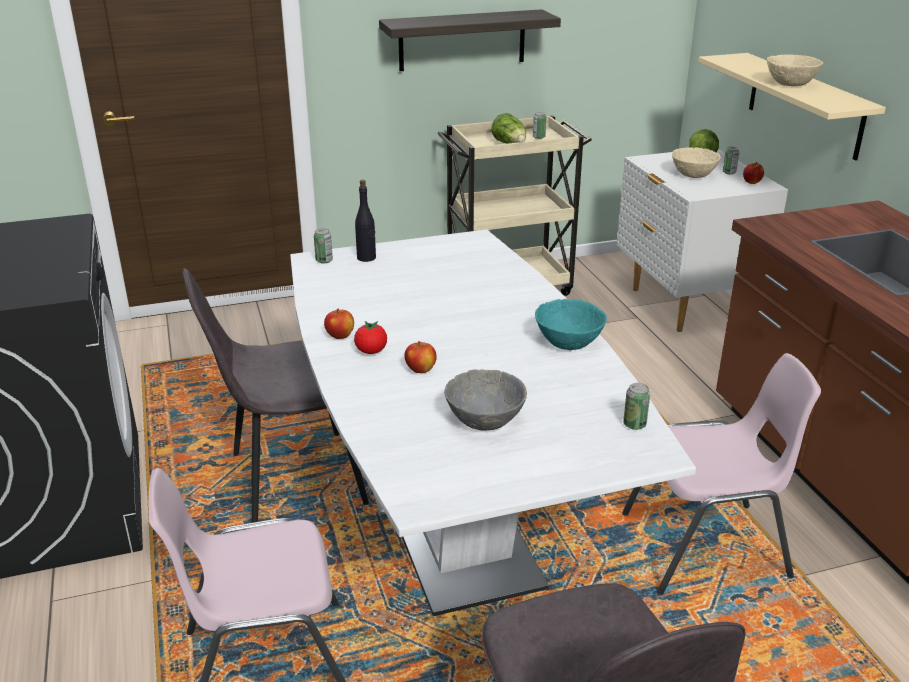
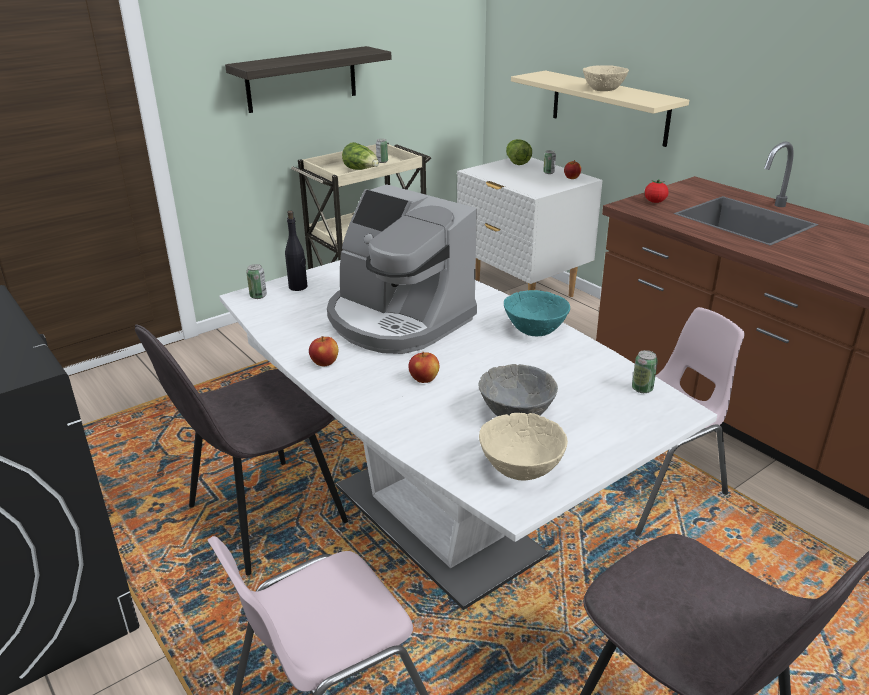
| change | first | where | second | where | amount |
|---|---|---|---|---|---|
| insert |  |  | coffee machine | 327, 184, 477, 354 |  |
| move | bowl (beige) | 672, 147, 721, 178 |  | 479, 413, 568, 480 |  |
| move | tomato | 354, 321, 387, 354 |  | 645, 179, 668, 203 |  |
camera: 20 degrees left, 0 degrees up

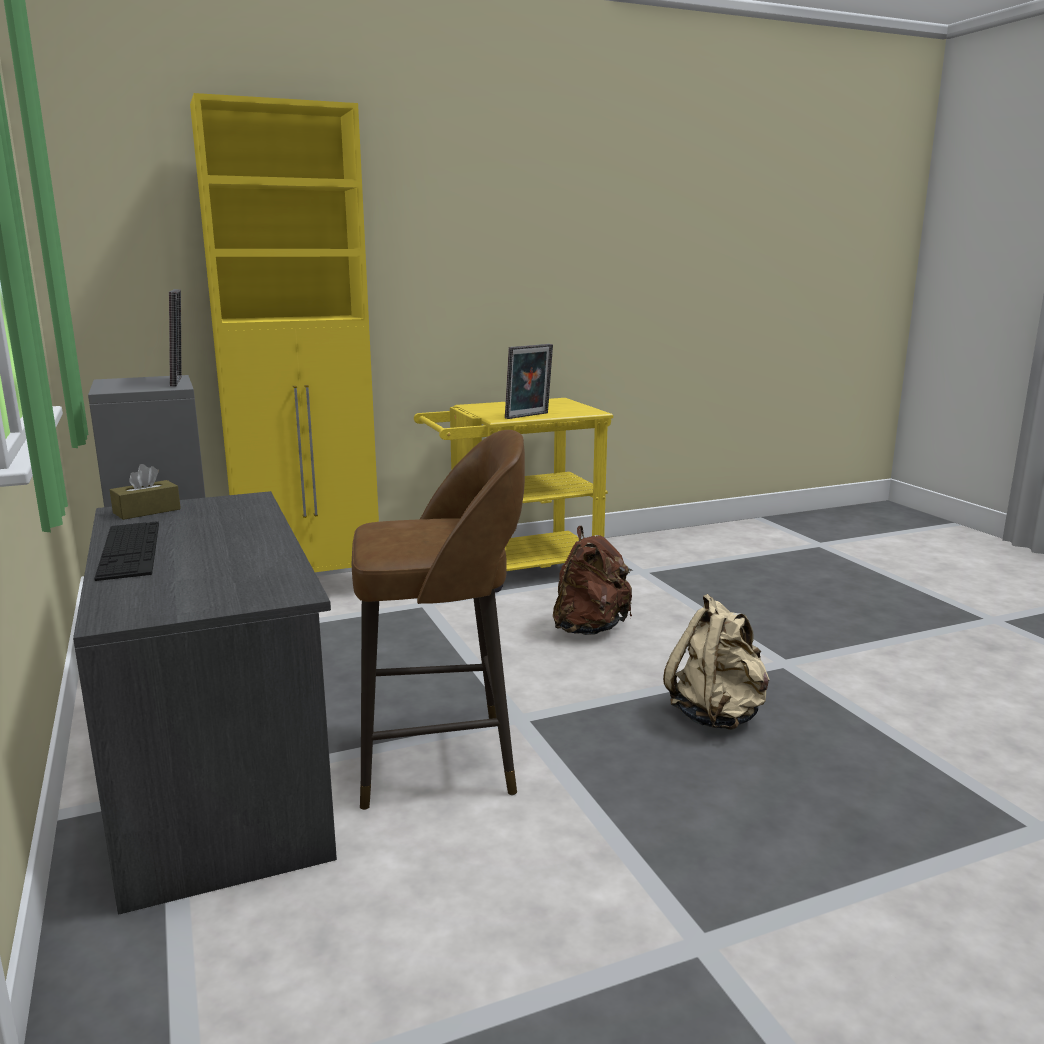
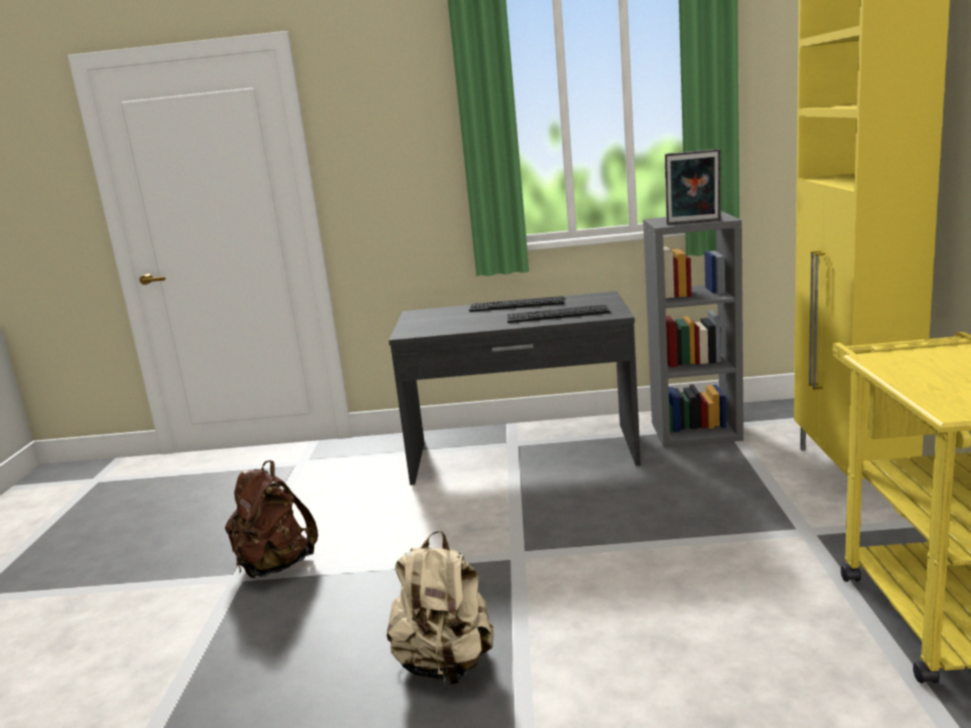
| change | first | where | second | where | amount |
|---|---|---|---|---|---|
| move | backpack (brown) | 553, 526, 632, 635 |  | 225, 460, 318, 578 |  |
| insert |  |  | keyboard | 507, 304, 610, 323 |  |
| delete | tissue box (brown) | 110, 464, 181, 520 |  |  |  |
| delete | stool (brown) | 352, 430, 525, 810 |  |  |  |
| delete | picture frame | 505, 344, 553, 419 |  |  |  |
camera: 115 degrees right, 0 degrees up

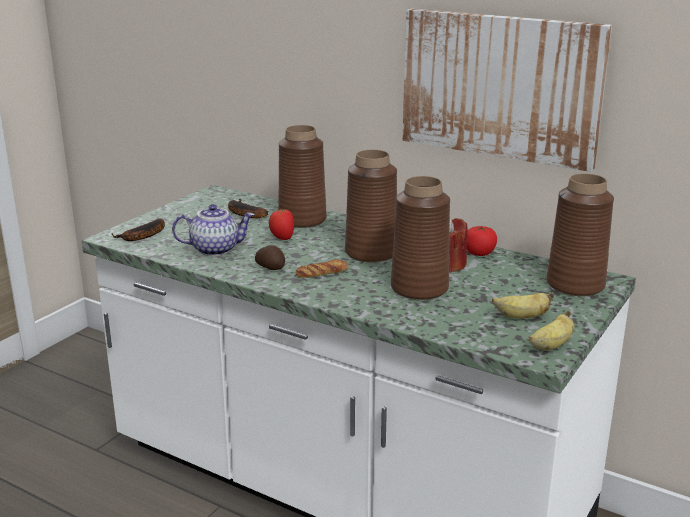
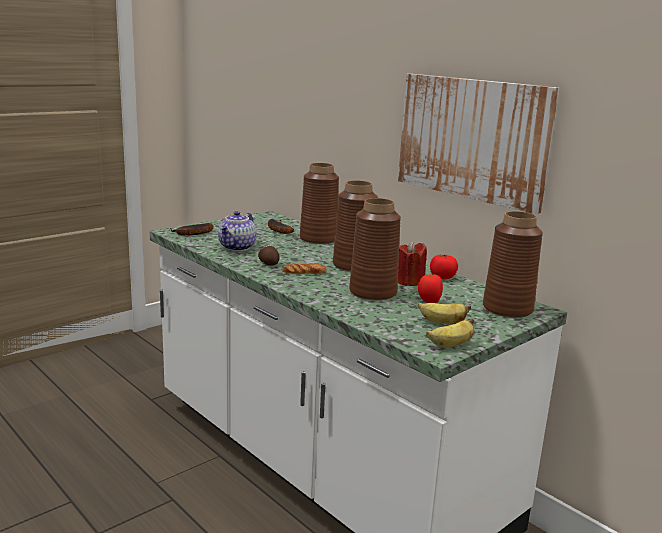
| change | first | where | second | where | amount |
|---|---|---|---|---|---|
| rotate | teapot | 172, 204, 255, 256 |  | 218, 211, 257, 251 | 105 degrees clockwise |
| move | tomato | 269, 209, 294, 240 |  | 418, 273, 443, 303 |  |
camera: 15 degrees right, 5 degrees down

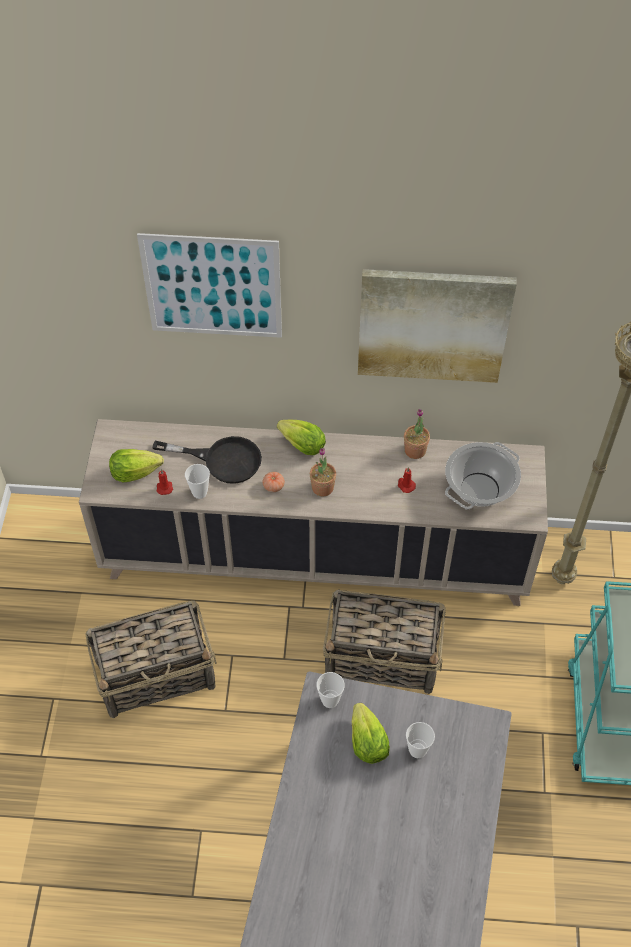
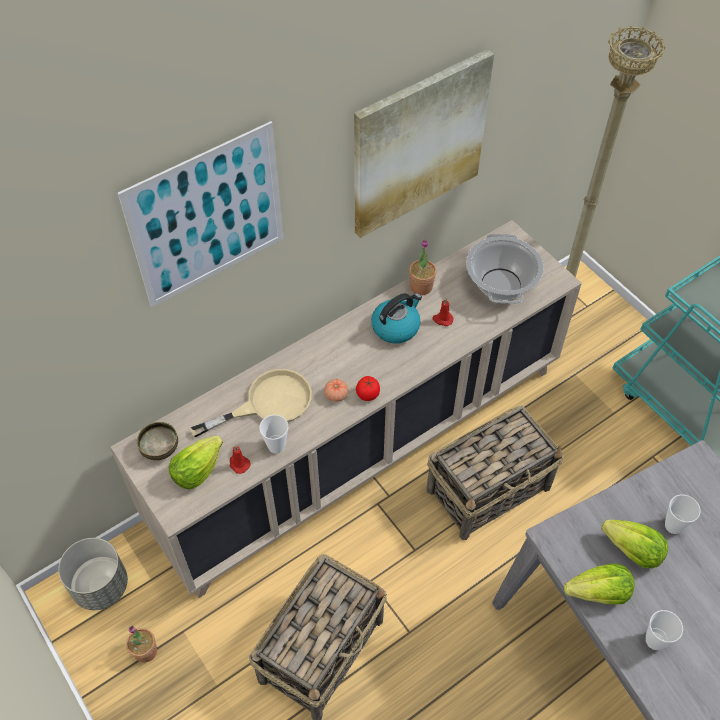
| change | first | where | second | where | amount |
|---|---|---|---|---|---|
| insert |  |  | planter (grey) | 58, 538, 128, 610 |  |
| move | potted plant | 310, 448, 336, 496 |  | 126, 626, 157, 663 |  |
| insert |  |  | bowl | 137, 422, 178, 460 |  |
| recolor | frying pan (black) | 152, 436, 262, 484 | frying pan (beige) | 190, 369, 312, 437 |  |
| insert |  |  | tomato | 356, 376, 380, 401 |  |
| insert |  |  | kettle | 371, 293, 422, 344 |  |
| move | lettuce | 277, 420, 326, 455 |  | 564, 564, 634, 604 |  |
| move | cup | 316, 672, 345, 708 |  | 646, 610, 683, 650 |  |
camera: 40 degrees left, 0 degrees up

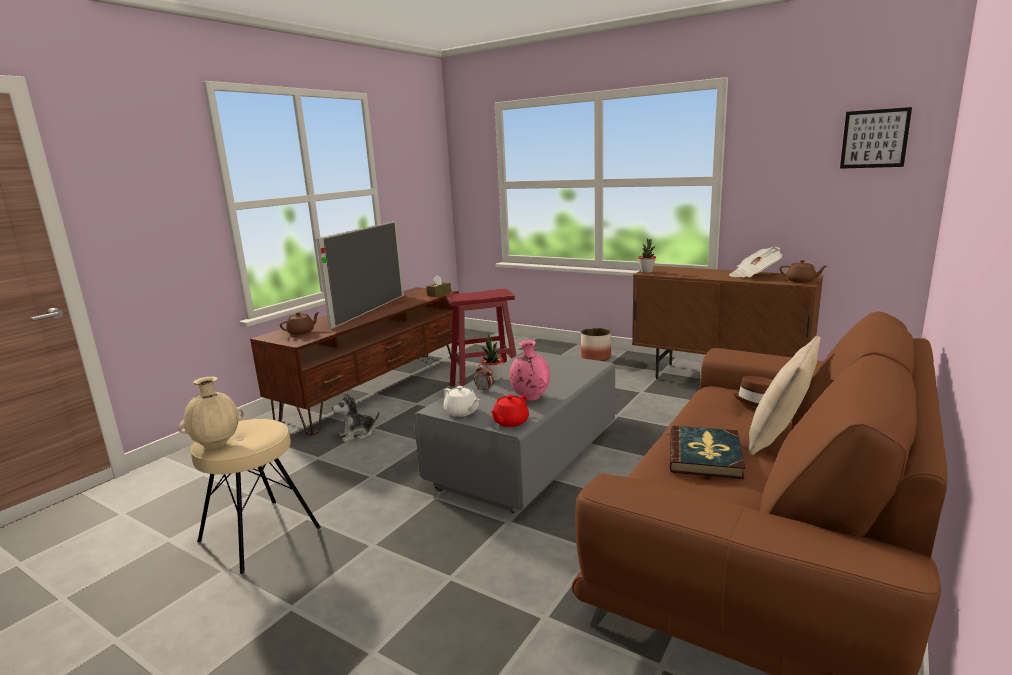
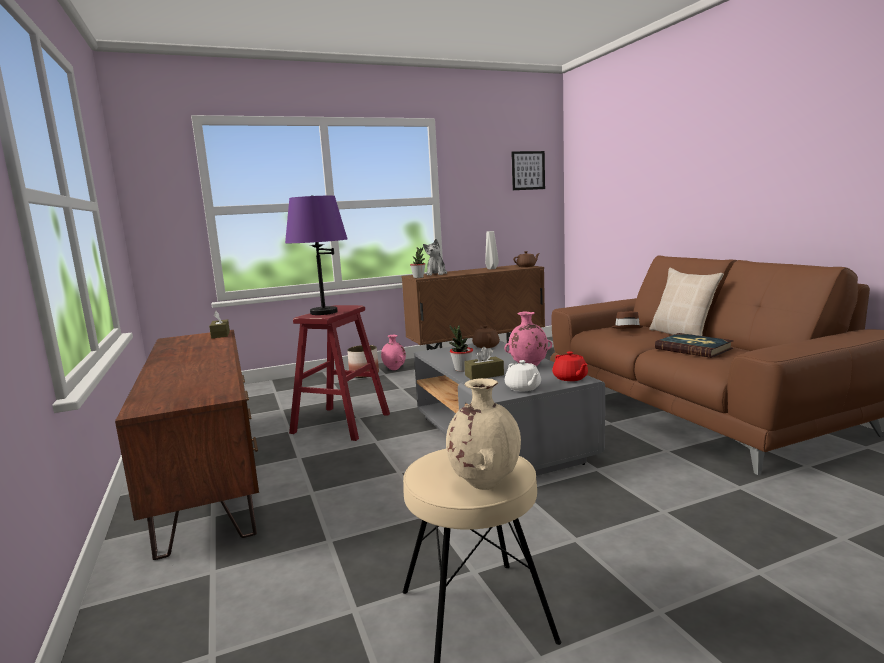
| change | first | where | second | where | amount |
|---|---|---|---|---|---|
| insert |  |  | table lamp (purple) | 285, 195, 347, 315 |  |
| insert |  |  | vase (pink) | 381, 335, 406, 370 |  |
| move | plush toy | 332, 393, 379, 442 |  | 423, 239, 447, 275 |  |
| replace | alarm clock | 474, 364, 494, 392 | tissue box (brown) | 464, 347, 504, 380 |  |
| move | teapot (brown) | 280, 312, 320, 335 |  | 472, 325, 500, 348 |  |
| replace | newspaper | 729, 247, 782, 277 | vase (grey) | 485, 231, 499, 269 |  |
| rotate | teapot (white) | 444, 386, 479, 417 |  | 505, 360, 541, 391 | 75 degrees clockwise |
| delete | television | 317, 221, 404, 329 |  |  |  |
camera: 55 degrees left, 5 degrees down

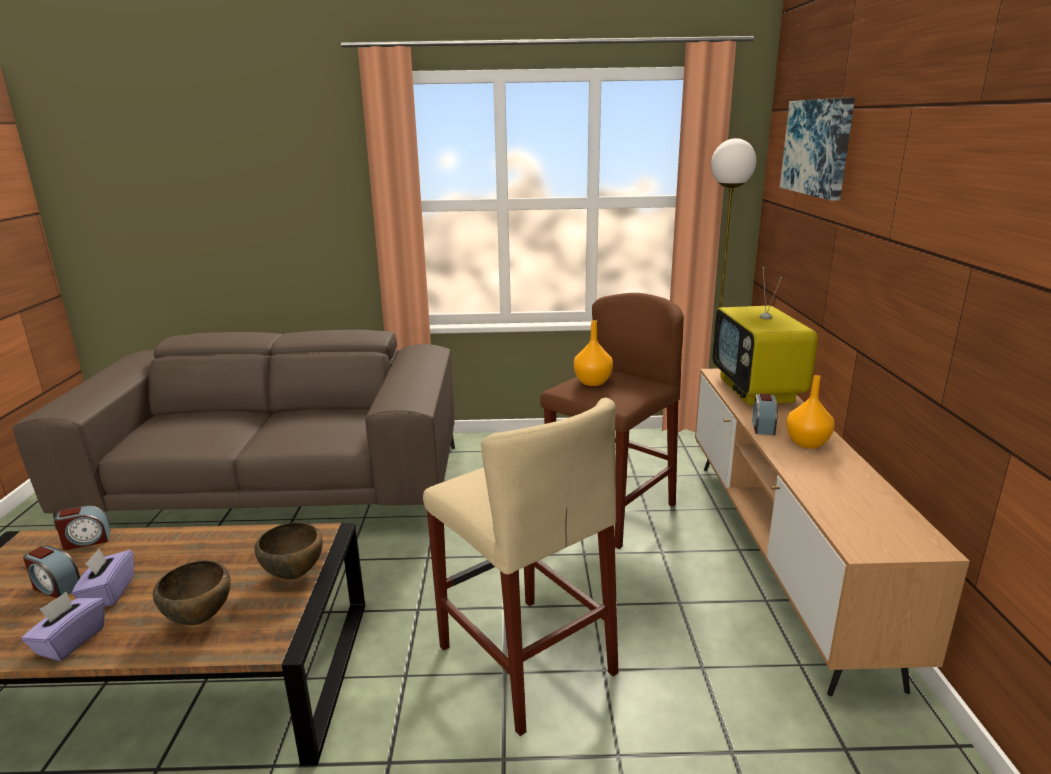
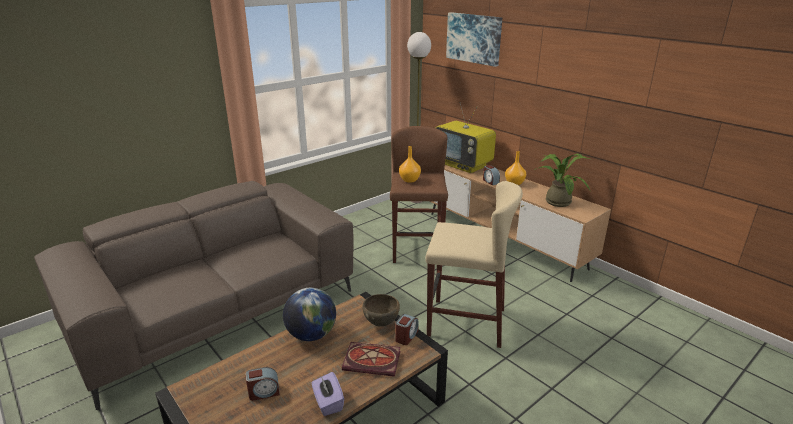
| change | first | where | second | where | amount |
|---|---|---|---|---|---|
| insert |  |  | globe | 283, 288, 336, 341 |  |
| replace | bowl (brown) | 153, 560, 231, 625 | book | 342, 342, 400, 377 |  |
| move | alarm clock | 54, 505, 111, 550 |  | 395, 314, 419, 345 |  |
| insert |  |  | potted plant | 534, 154, 592, 207 |  |
| delete | tissue box (purple) | 72, 549, 134, 606 |  |  |  |
camera: 40 degrees left, 5 degrees up

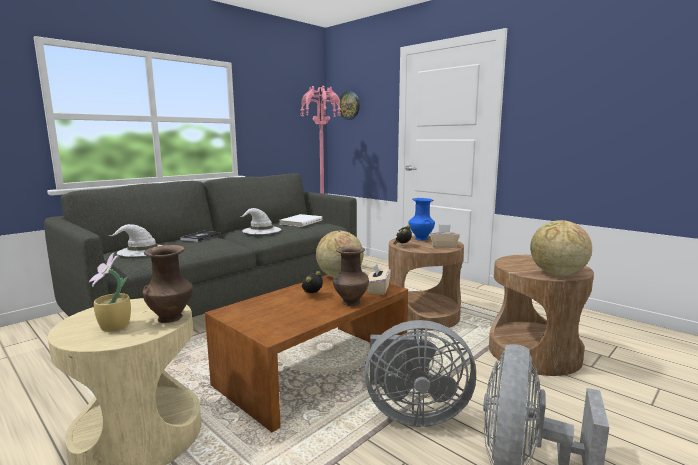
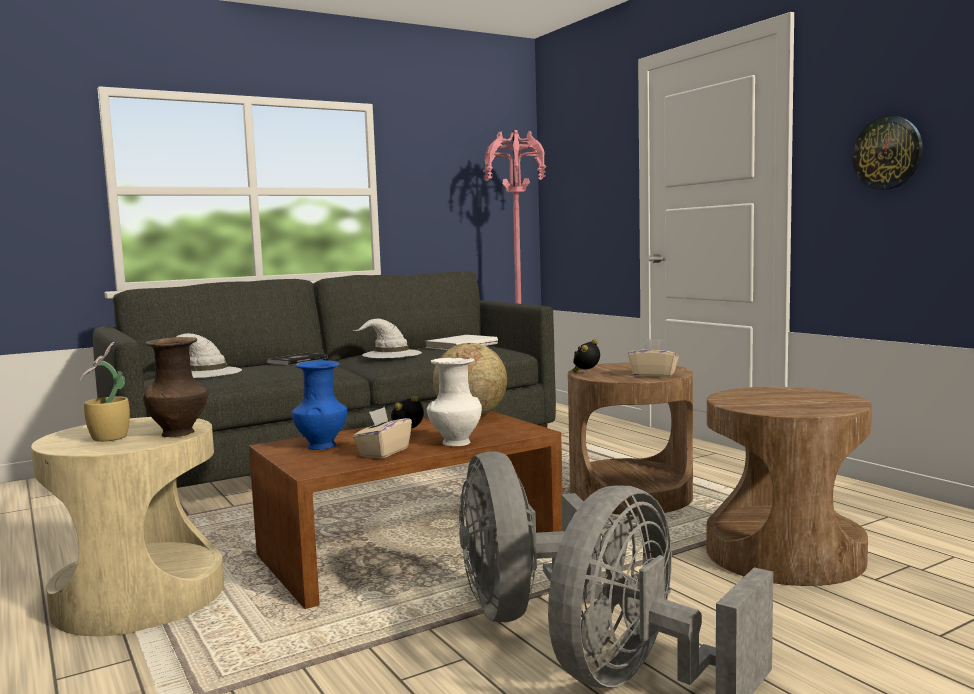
| change | first | where | second | where | amount |
|---|---|---|---|---|---|
| move | vase (blue) | 408, 198, 435, 241 |  | 292, 360, 347, 450 |  |
| move | tissue box (beige) | 368, 264, 391, 295 |  | 353, 407, 412, 459 |  |
| recolor | vase (brown) | 333, 246, 369, 306 | vase (white) | 427, 357, 482, 446 |  |
| rotate | fan (grey) | 364, 320, 476, 427 |  | 459, 451, 602, 622 | 60 degrees clockwise |
| move | wall clock | 340, 91, 360, 120 |  | 852, 116, 923, 190 |  |
| delete | globe | 530, 220, 592, 276 |  |  |  |
camera: 15 degrees right, 5 degrees down

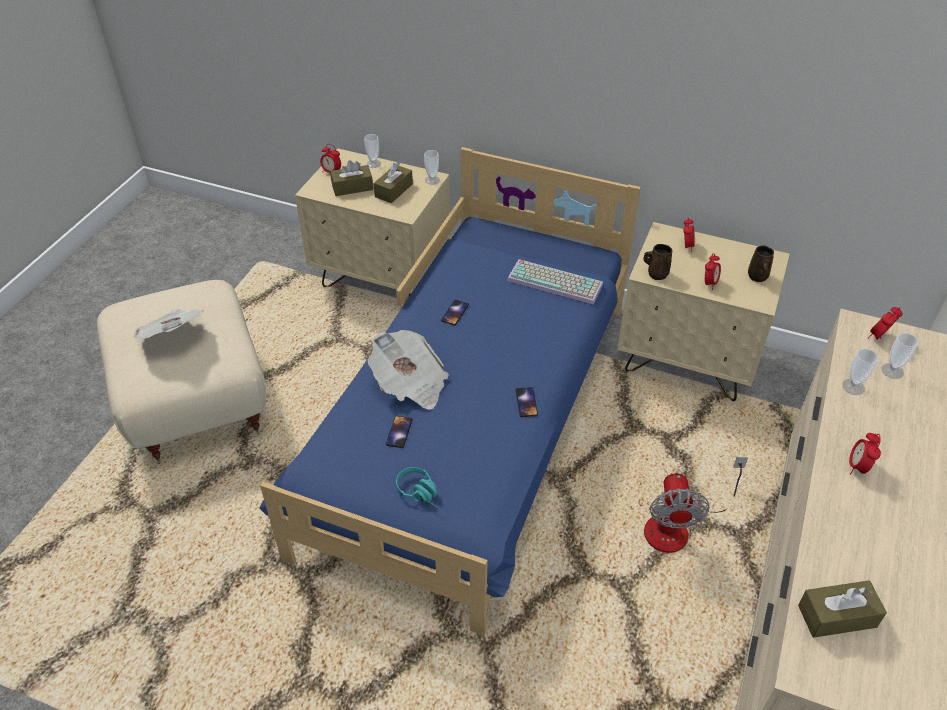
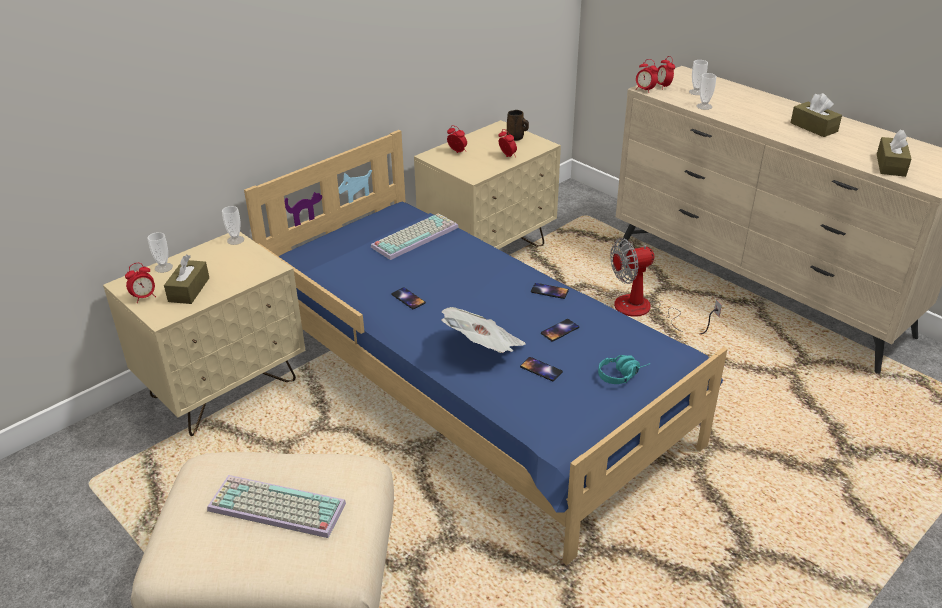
| change | first | where | second | where | amount |
|---|---|---|---|---|---|
| replace | newspaper | 133, 309, 205, 339 | keyboard | 207, 475, 346, 538 |  |
| insert |  |  | phone | 541, 319, 579, 342 |  |
| rotate | fan | 644, 457, 748, 553 |  | 610, 238, 722, 334 | 135 degrees clockwise |
| move | alarm clock | 849, 433, 881, 474 |  | 636, 59, 658, 92 |  |
| move | tissue box (brown) | 373, 162, 413, 203 |  | 791, 93, 842, 137 |  |
| delete | mug (brown) | 643, 244, 672, 280 |  |  |  |
camera: 65 degrees left, 10 degrees down

